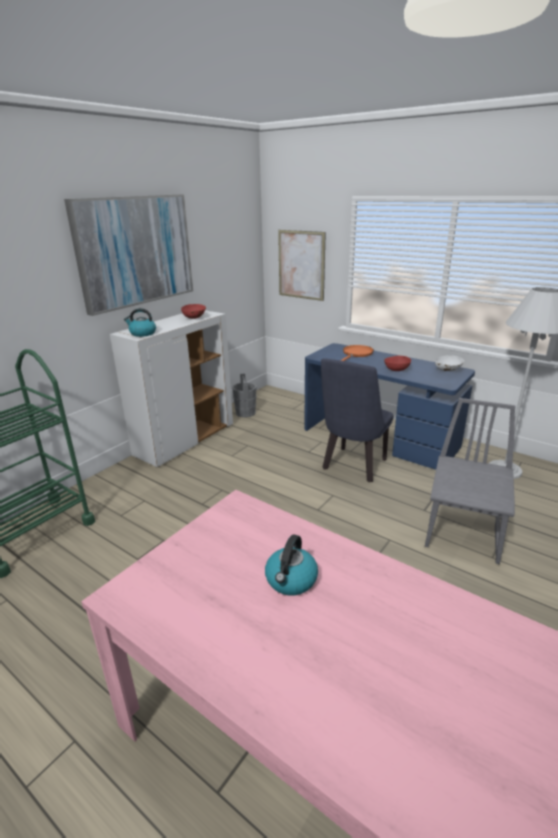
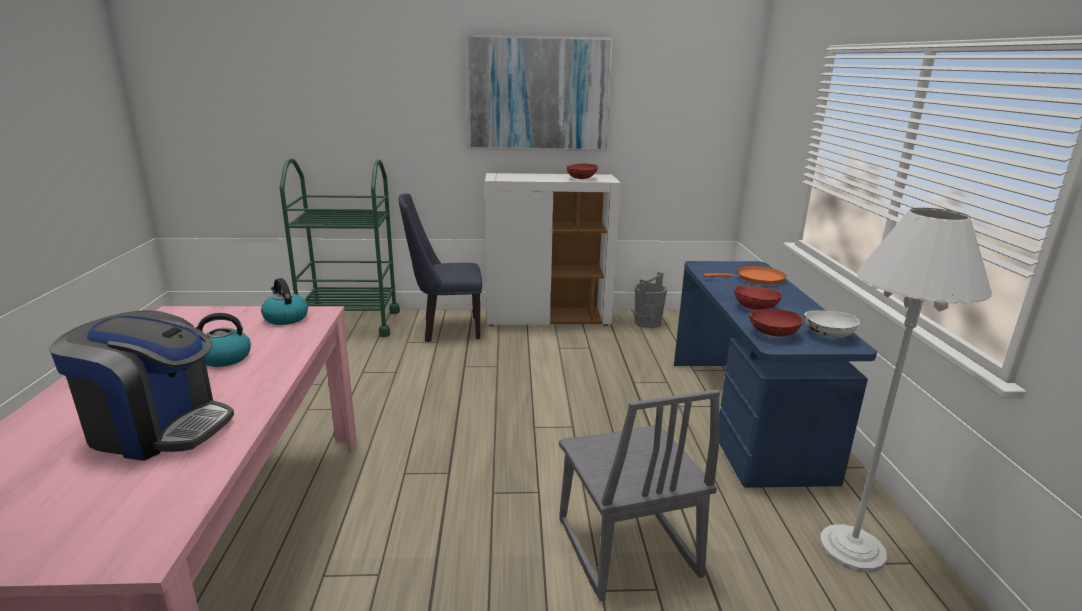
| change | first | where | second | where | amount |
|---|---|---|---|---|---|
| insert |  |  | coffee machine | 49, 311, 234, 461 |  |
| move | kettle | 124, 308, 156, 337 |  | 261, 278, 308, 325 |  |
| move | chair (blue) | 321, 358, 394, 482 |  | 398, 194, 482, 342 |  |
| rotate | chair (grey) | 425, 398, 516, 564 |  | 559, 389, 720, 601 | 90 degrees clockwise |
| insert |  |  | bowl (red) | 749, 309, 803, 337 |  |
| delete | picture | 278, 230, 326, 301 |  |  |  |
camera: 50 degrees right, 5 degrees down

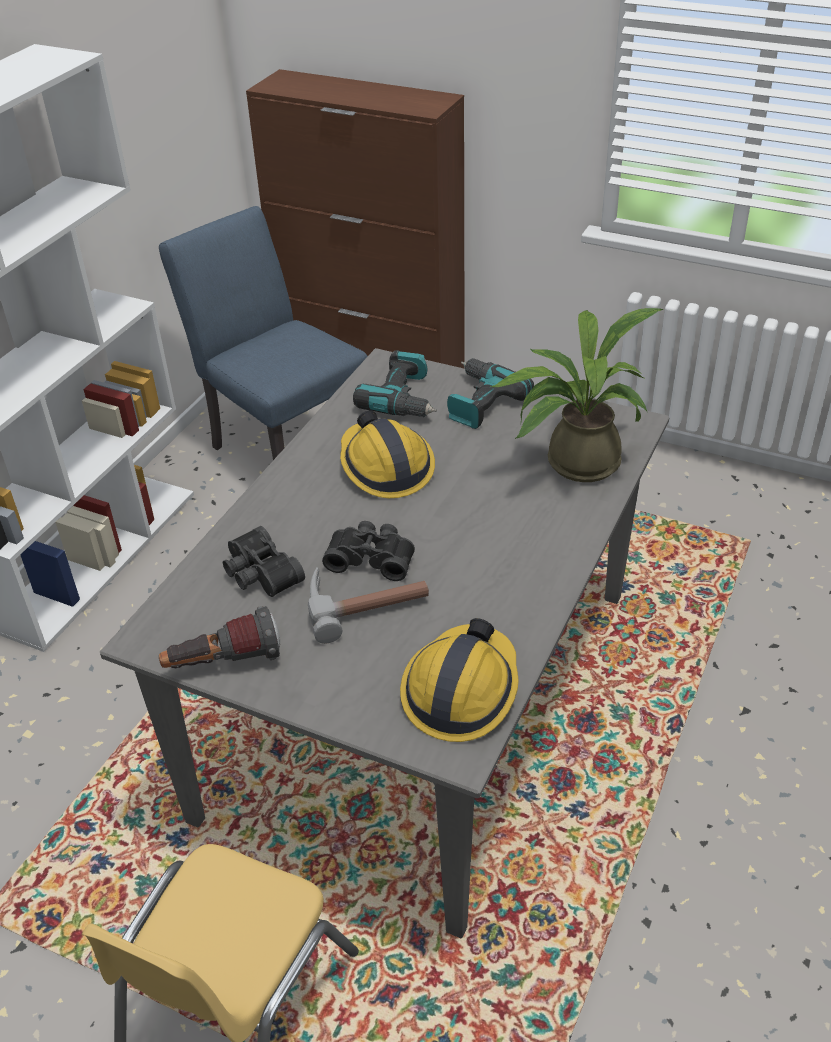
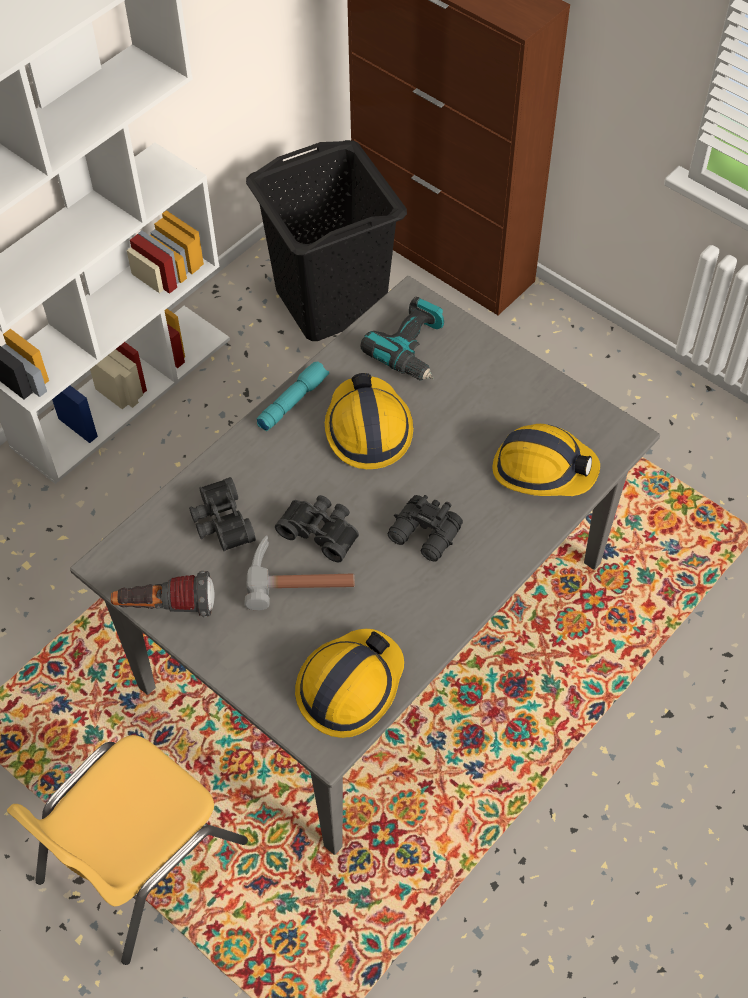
| change | first | where | second | where | amount |
|---|---|---|---|---|---|
| replace | chair (blue) | 159, 206, 368, 460 | laundry basket (black) | 246, 140, 407, 341 |  |
| insert |  |  | flashlight (turquoise) | 257, 361, 329, 431 |  |
| insert |  |  | binoculars (black) | 387, 495, 463, 562 |  |
| replace | potted plant | 490, 308, 664, 482 | hard hat | 492, 424, 600, 496 |  |
| delete | power drill | 447, 358, 534, 429 |  |  |  |
camera: 15 degrees right, 15 degrees up

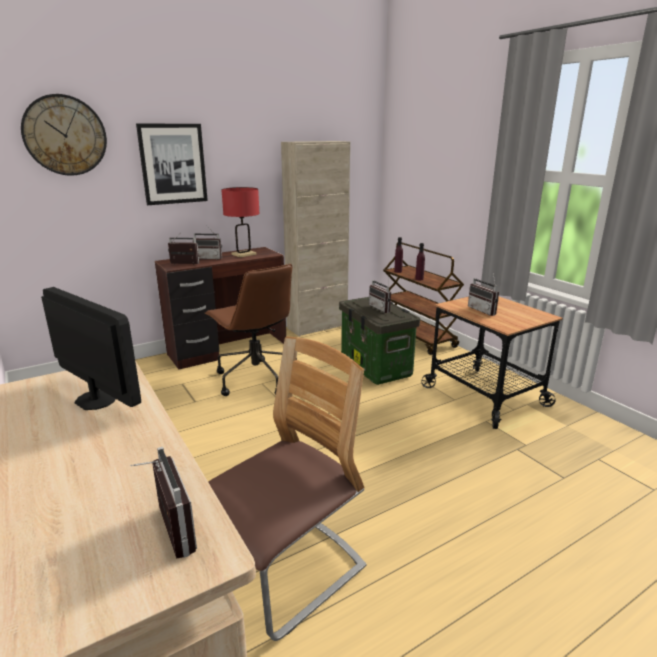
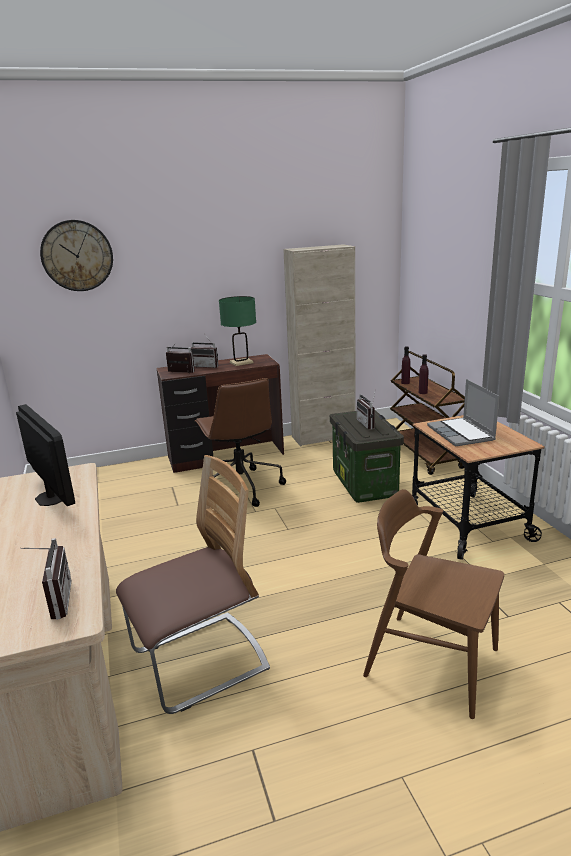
| change | first | where | second | where | amount |
|---|---|---|---|---|---|
| recolor | table lamp (red) | 221, 187, 260, 258 | table lamp (green) | 219, 296, 256, 366 |  |
| insert |  |  | chair (brown) | 363, 489, 504, 719 |  |
| replace | radio | 468, 273, 499, 316 | laptop | 427, 379, 499, 447 |  |
| delete | picture | 136, 124, 208, 205 |  |  |  |
camera: 15 degrees right, 0 degrees up

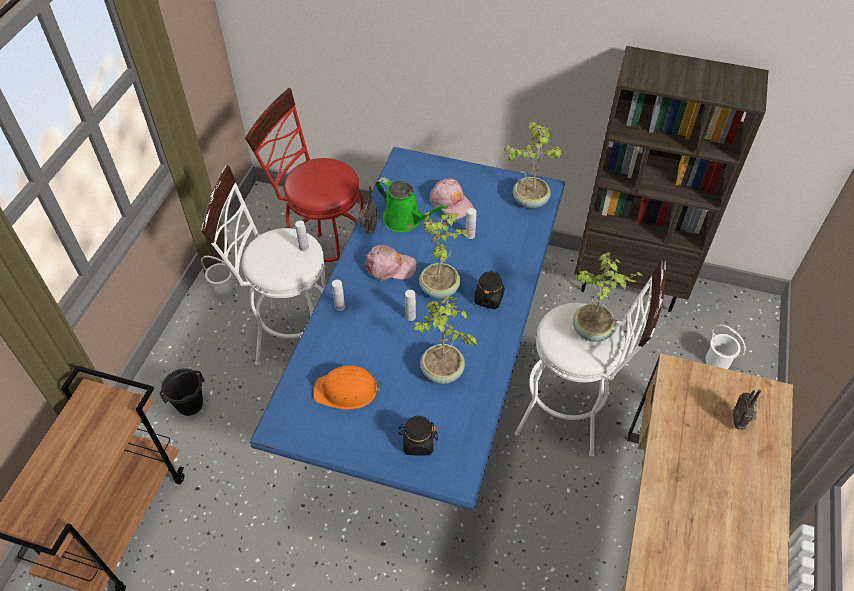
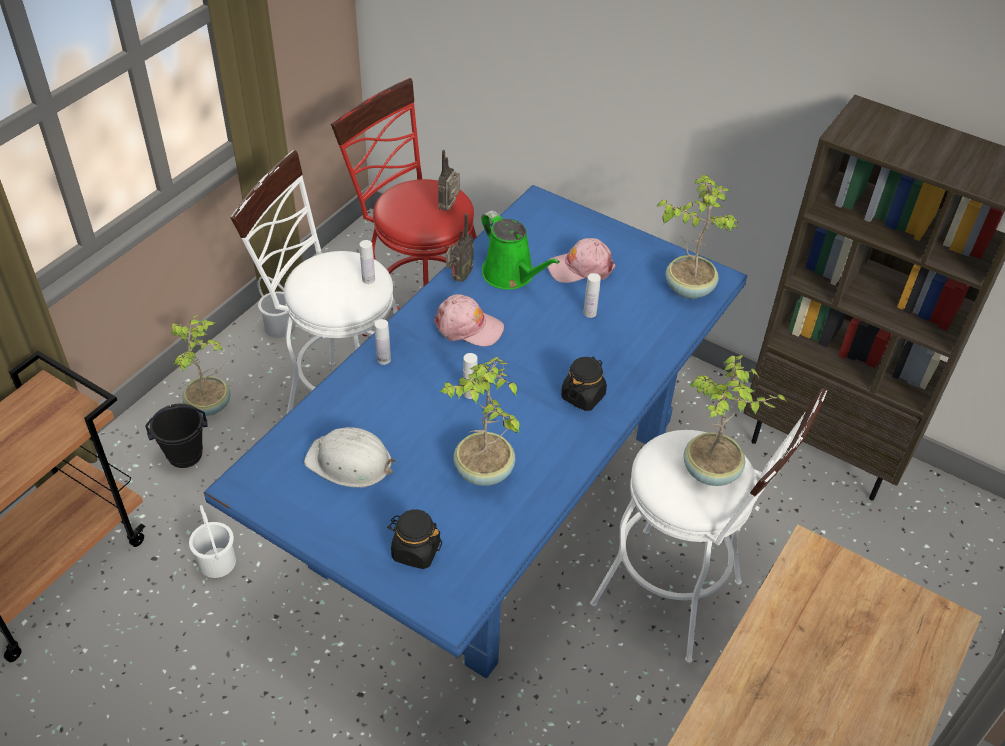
| change | first | where | second | where | amount |
|---|---|---|---|---|---|
| move | potted plant | 419, 212, 471, 299 |  | 172, 315, 230, 416 |  |
| move | bucket (white) | 705, 325, 746, 369 |  | 189, 505, 236, 578 |  |
| recolor | hard hat (orange) | 314, 365, 381, 410 | hard hat (white) | 304, 427, 396, 488 |  |
| move | radio | 733, 389, 761, 430 |  | 438, 150, 460, 211 |  |
| rotate | cap (pink) | 430, 178, 474, 220 |  | 548, 238, 616, 283 | 105 degrees clockwise |
camera: 15 degrees right, 5 degrees down

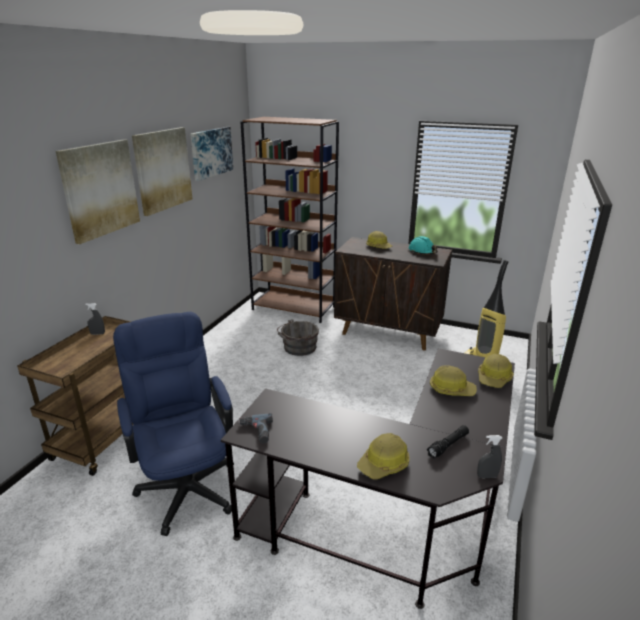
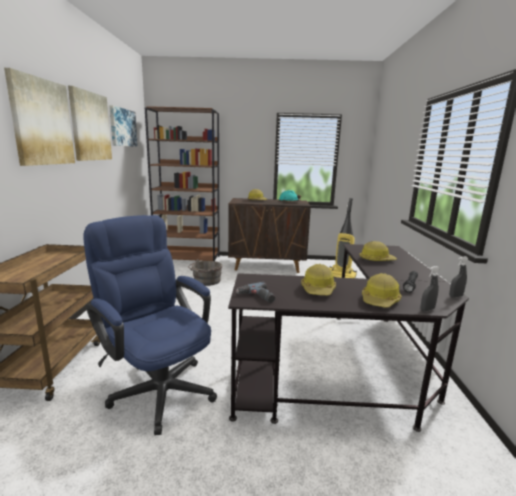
| change | first | where | second | where | amount |
|---|---|---|---|---|---|
| move | hard hat | 478, 354, 514, 388 |  | 301, 264, 336, 295 |  |
| move | spray bottle (grey) | 85, 303, 105, 335 |  | 420, 266, 440, 312 |  |
camera: 20 degrees left, 10 degrees down

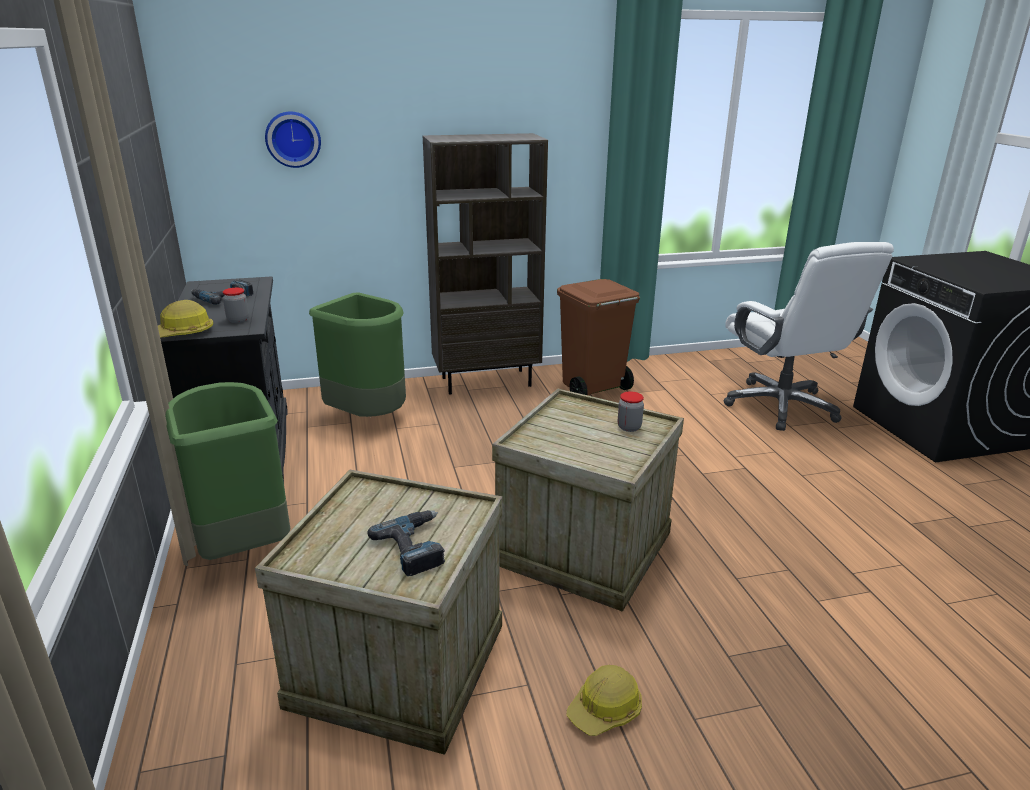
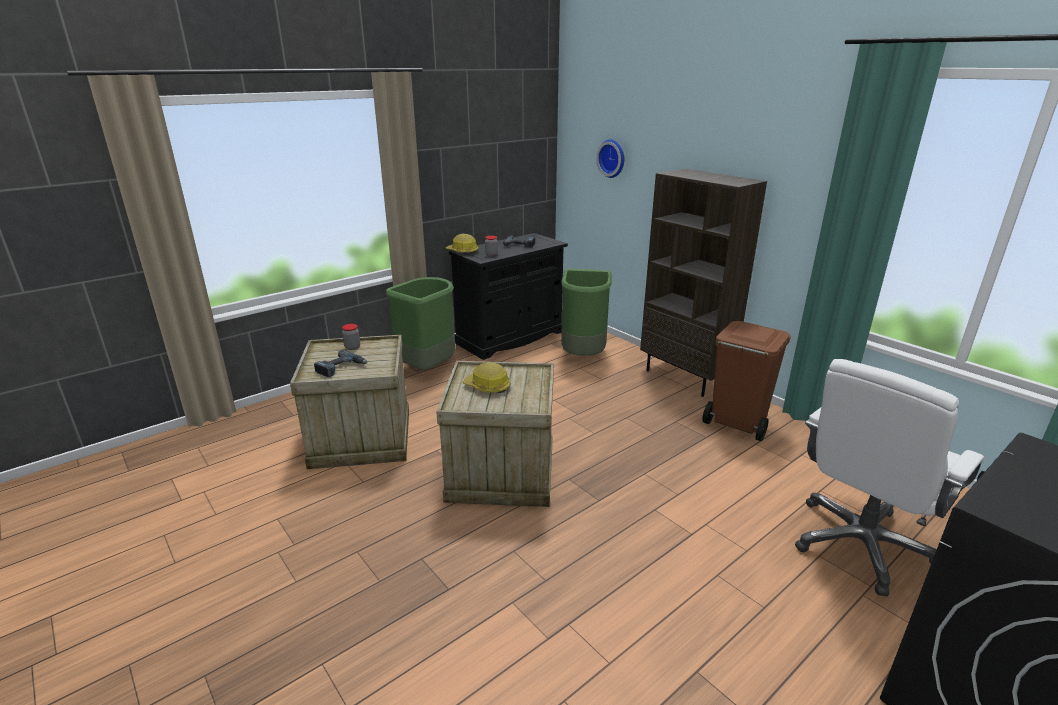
| change | first | where | second | where | amount |
|---|---|---|---|---|---|
| move | jar | 618, 391, 644, 432 |  | 342, 324, 360, 350 |  |
| move | hard hat | 566, 665, 642, 736 |  | 462, 362, 511, 393 |  |
camera: 65 degrees right, 0 degrees up

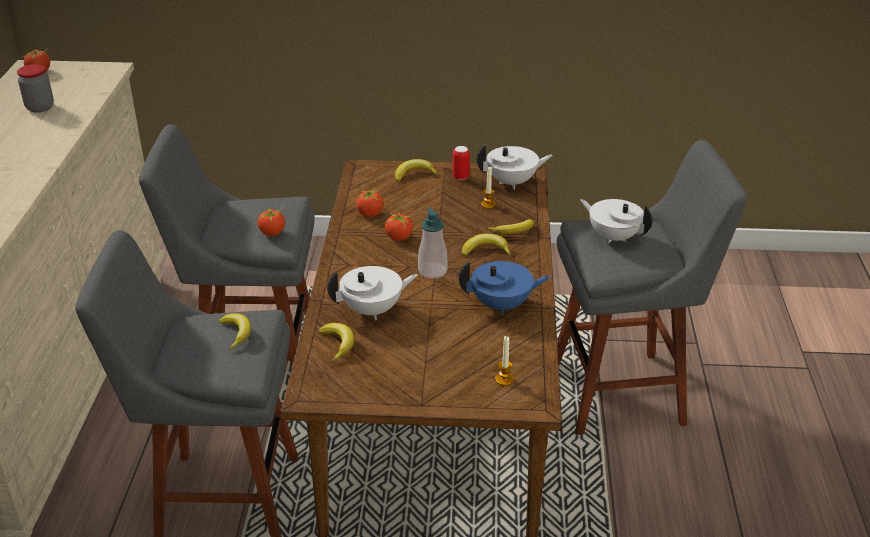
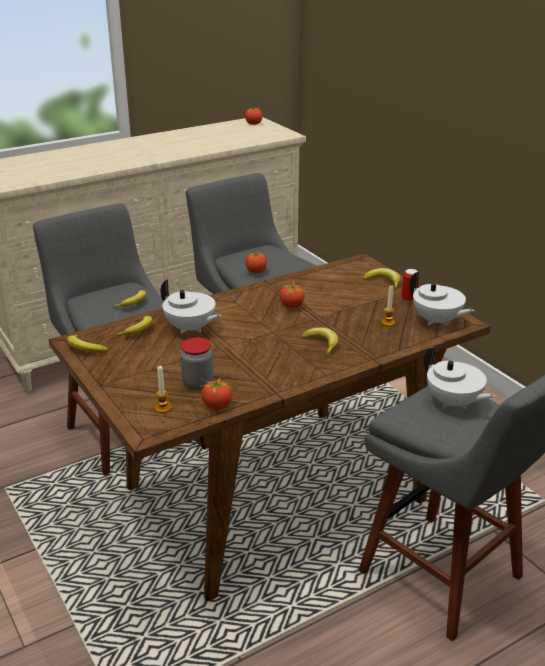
| change | first | where | second | where | amount |
|---|---|---|---|---|---|
| move | banana | 488, 219, 534, 234 |  | 67, 335, 108, 353 |  |
| move | jar | 17, 64, 54, 113 |  | 180, 337, 214, 390 |  |
| move | tomato | 355, 188, 383, 217 |  | 201, 379, 233, 410 |  |
| rotate | teapot (white) | 580, 199, 653, 243 |  | 424, 347, 496, 409 | 135 degrees clockwise |
| delete | soap dispenser | 418, 207, 448, 279 |  |  |  |
| delete | teapot (blue) | 459, 261, 551, 315 |  |  |  |
camera: 55 degrees right, 5 degrees down

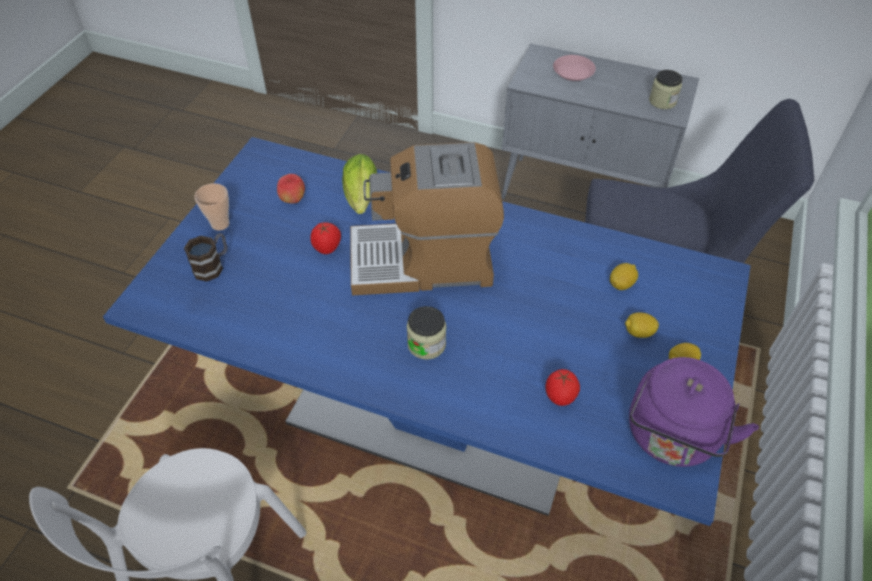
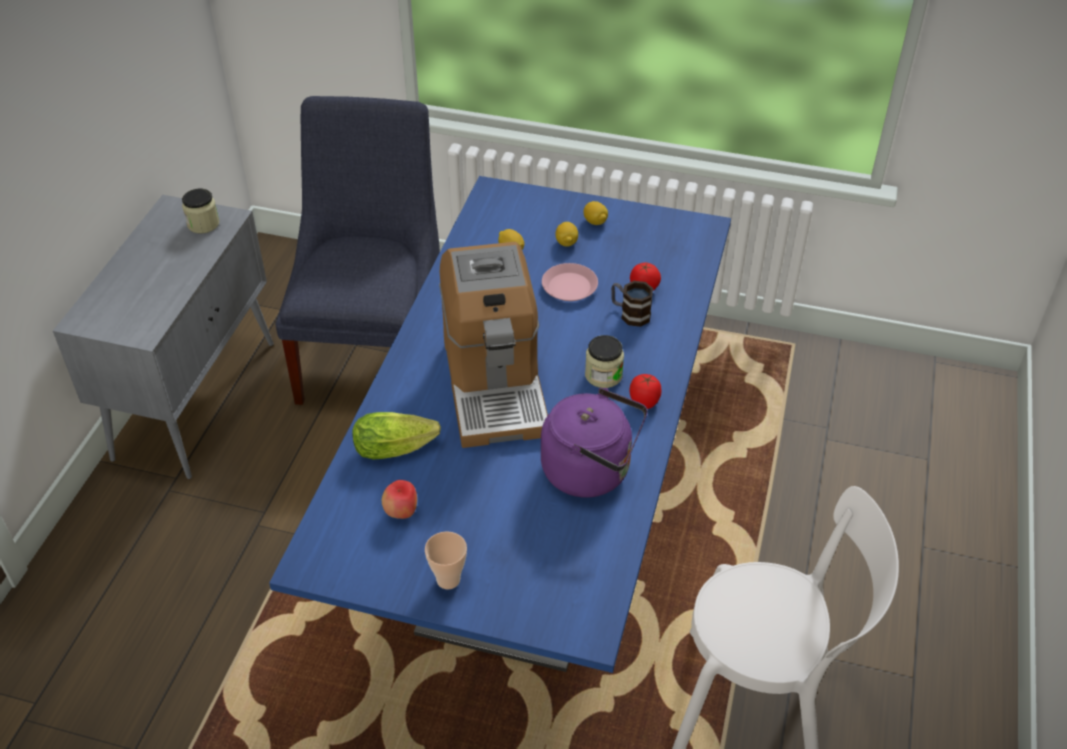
| change | first | where | second | where | amount |
|---|---|---|---|---|---|
| move | kettle (purple) | 629, 357, 759, 467 |  | 541, 388, 647, 498 |  |
| move | plate (pink) | 553, 55, 596, 81 |  | 542, 263, 598, 301 |  |
| move | mug | 184, 233, 228, 282 |  | 611, 281, 653, 327 |  |
| move | tomato | 310, 222, 341, 254 |  | 630, 374, 662, 409 |  |
camera: 95 degrees left, 5 degrees down

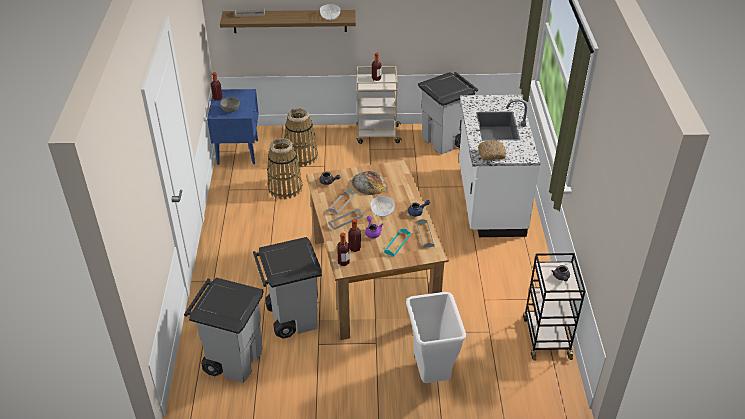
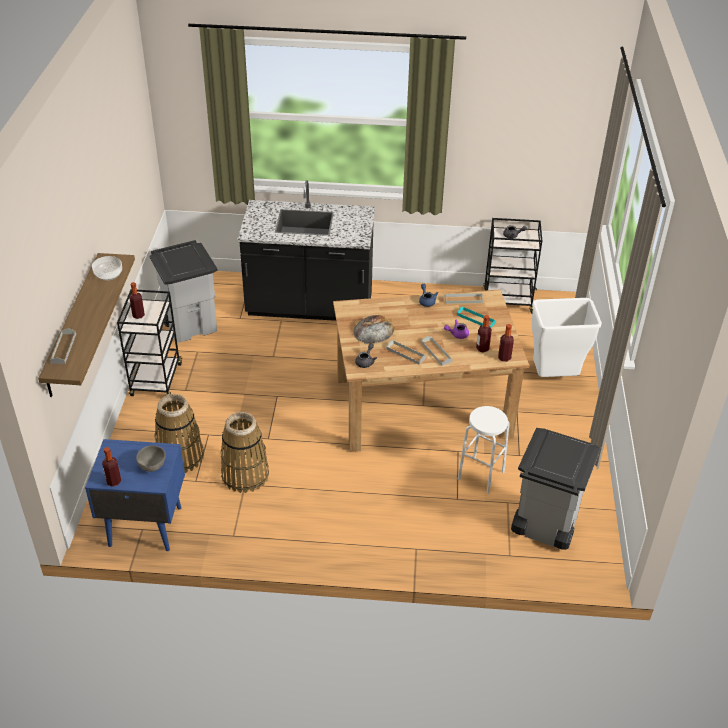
| change | first | where | second | where | amount |
|---|---|---|---|---|---|
| recolor | cart (beige) | 356, 66, 402, 144 | cart (black) | 117, 289, 182, 396 |  |
| recolor | counter (white) | 459, 95, 540, 237 | counter (black) | 237, 180, 375, 321 |  |
| replace | trash can (grey) | 253, 237, 322, 339 | stool (white) | 458, 406, 509, 494 |  |
| delete | bowl | 371, 196, 395, 217 |  |  |  |
| delete | bread | 478, 140, 506, 160 |  |  |  |
camera: 85 degrees left, 0 degrees up

